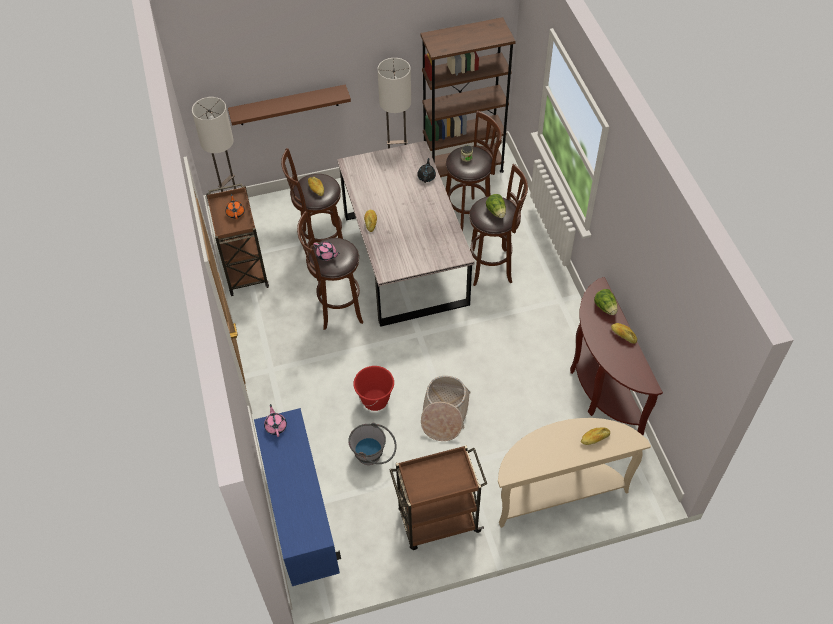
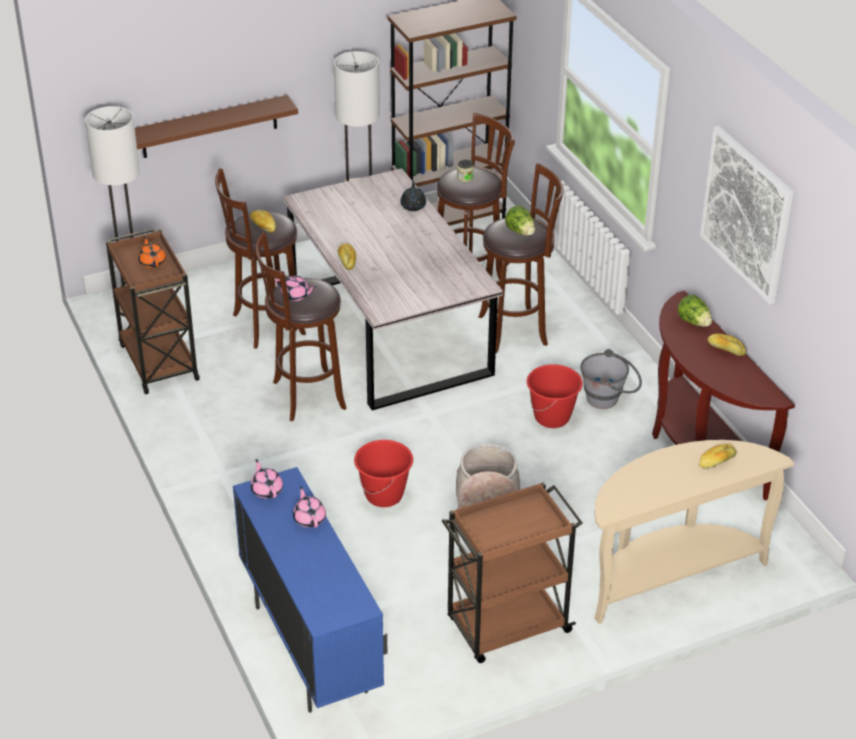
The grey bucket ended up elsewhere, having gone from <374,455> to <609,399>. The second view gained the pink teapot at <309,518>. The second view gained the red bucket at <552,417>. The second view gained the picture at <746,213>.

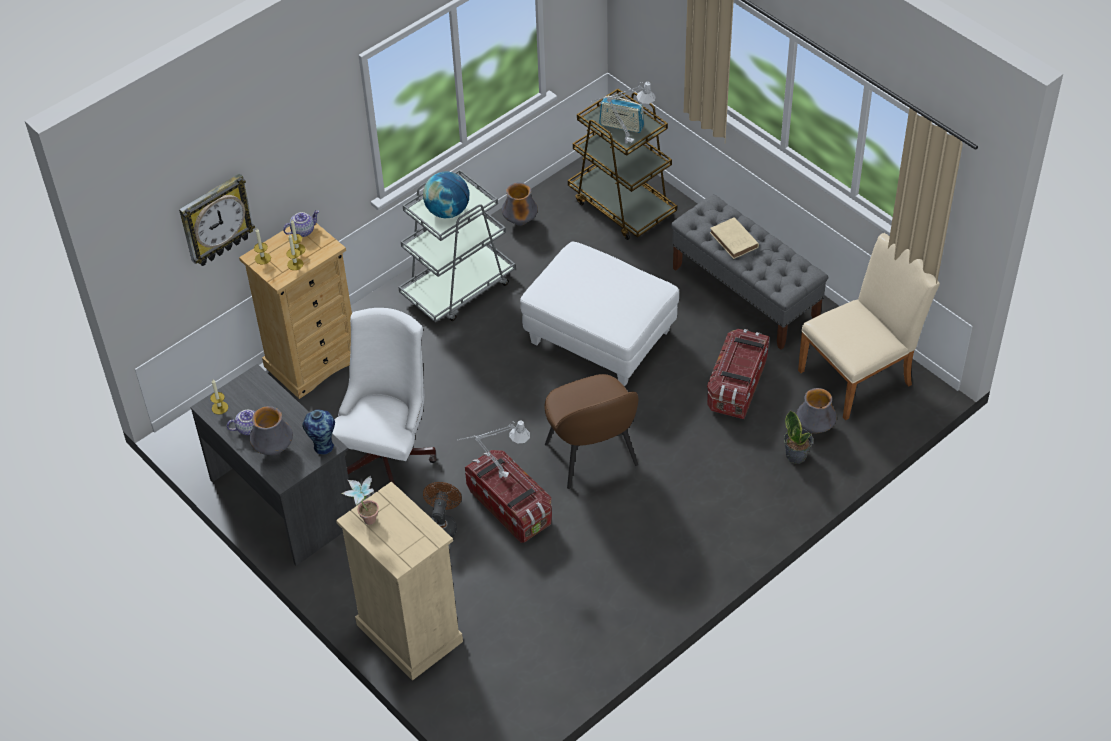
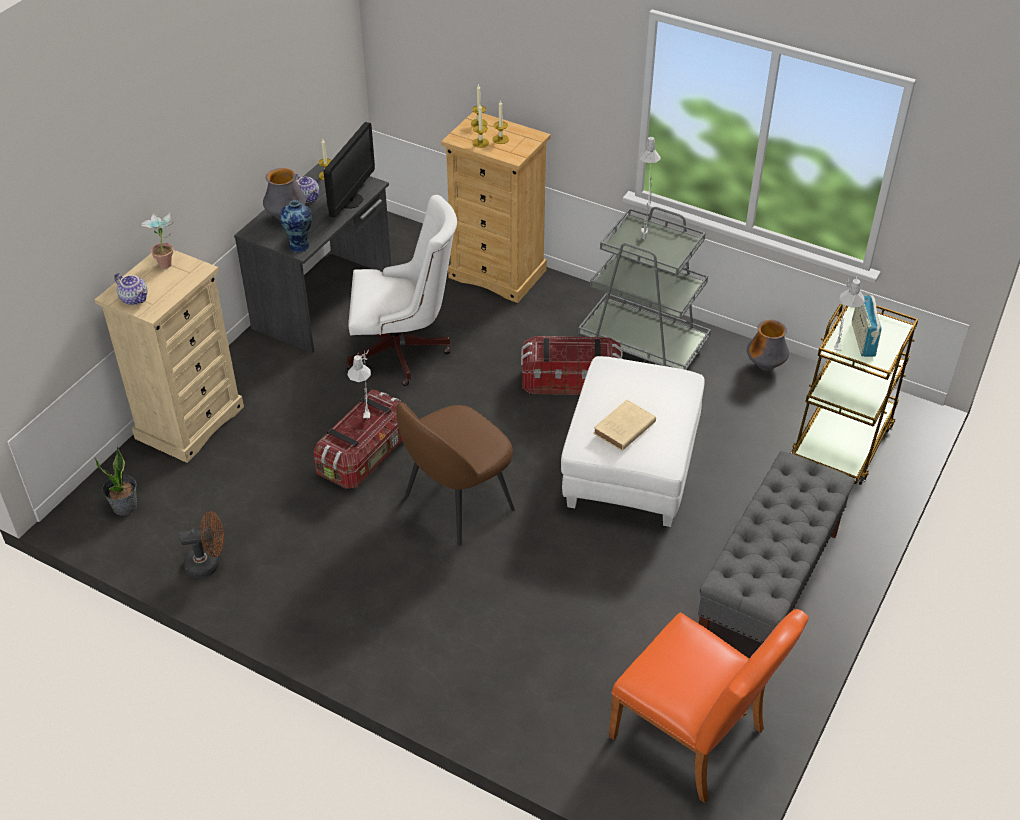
The second view lost the wall clock at <215,220>. The teapot ended up elsewhere, having gone from <303,231> to <135,298>. Where the globe stood at <447,211>, the grey table lamp came to stand at <644,243>. The brown fan ended up elsewhere, having gone from <443,525> to <208,563>. The storage box ended up elsewhere, having gone from <737,386> to <570,380>. The beige book ended up elsewhere, having gone from <734,241> to <623,429>. The potted plant ended up elsewhere, having gone from <796,455> to <125,507>. The second view lost the vase at <814,428>. What was the beige chair at <861,374> turned into the orange chair at <695,739>. The second view gained the monitor at <351,200>.

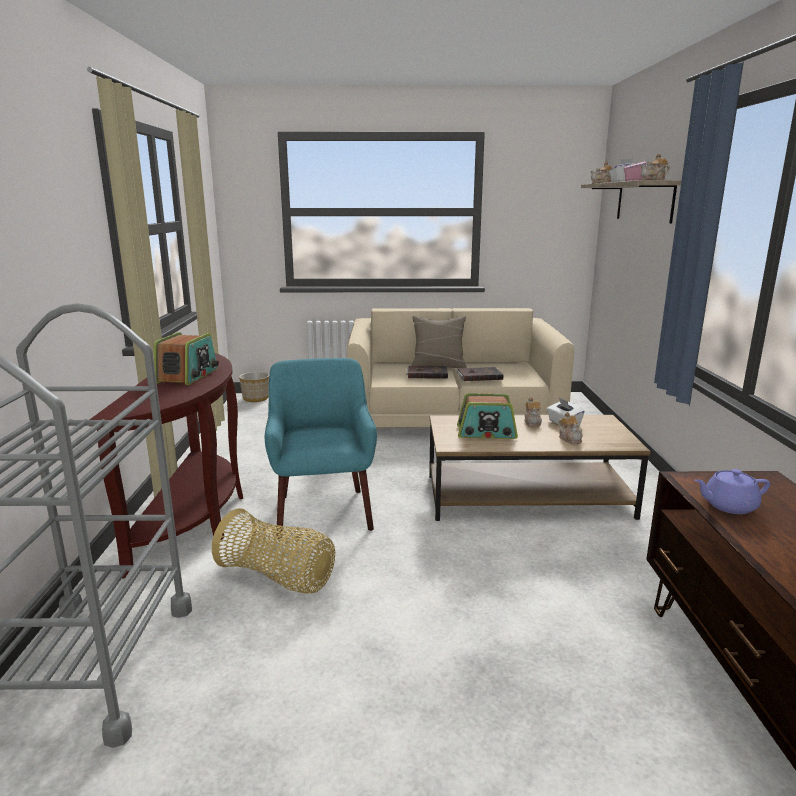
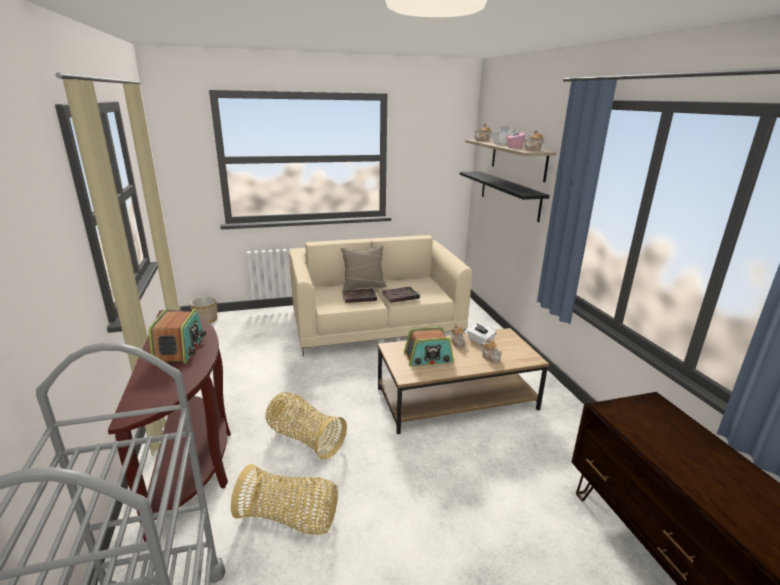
Where the turquoise armchair stood at <323,511>, the basket came to stand at <304,439>. The second view lost the purple teapot at <728,506>. The second view gained the black shelf at <509,194>.

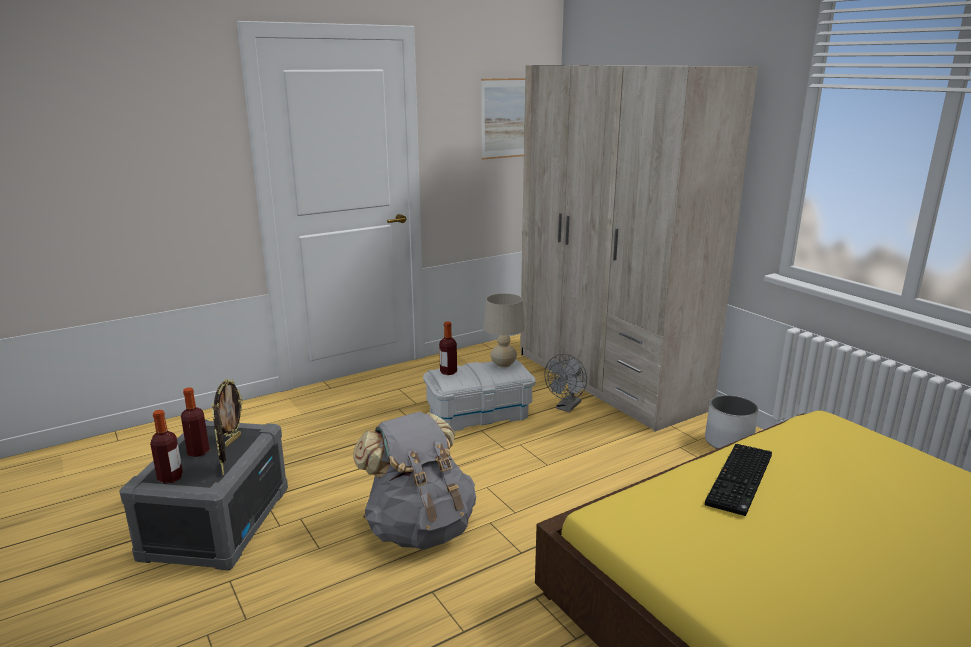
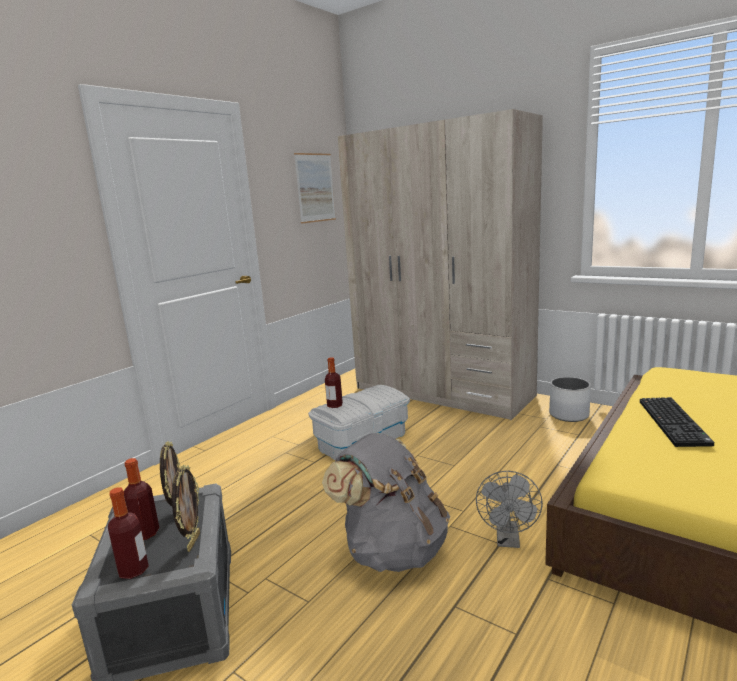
The picture frame at <224,468> ended up facing another way, 135 degrees counterclockwise from before. The second view lost the beige table lamp at <503,364>. The grey fan ended up elsewhere, having gone from <566,407> to <508,540>.

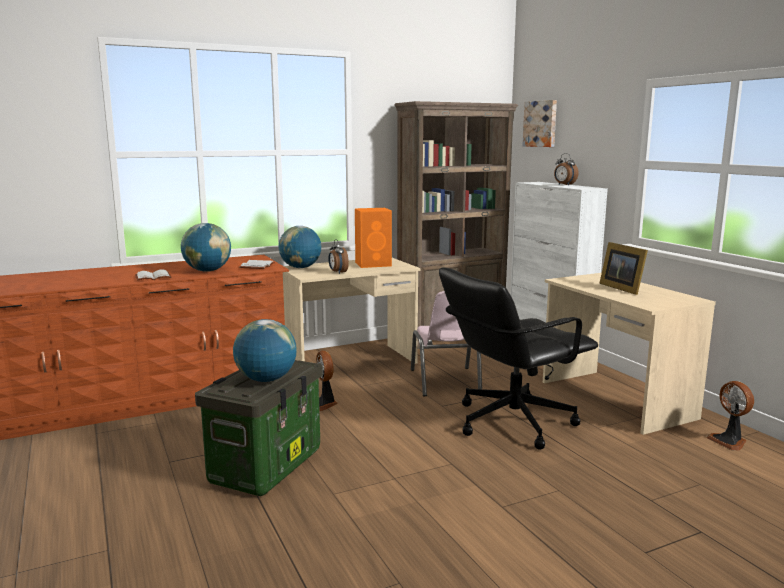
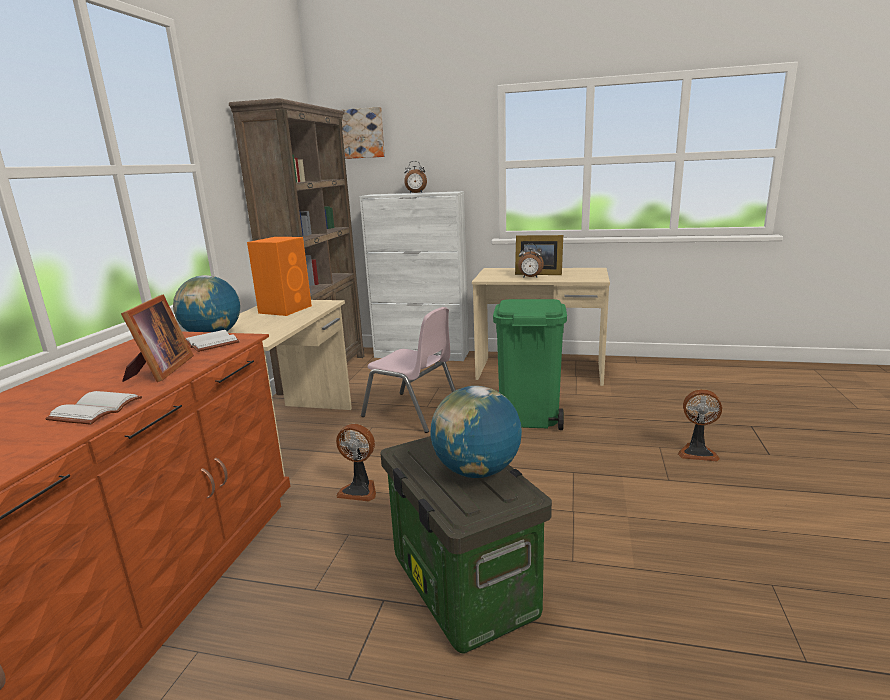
Where the globe stood at <207,271>, the picture frame came to stand at <159,370>. The alarm clock ended up elsewhere, having gone from <338,272> to <530,277>. Where the black office chair stood at <511,422>, the green trash can came to stand at <528,418>. The fan ended up elsewhere, having gone from <729,441> to <697,452>.

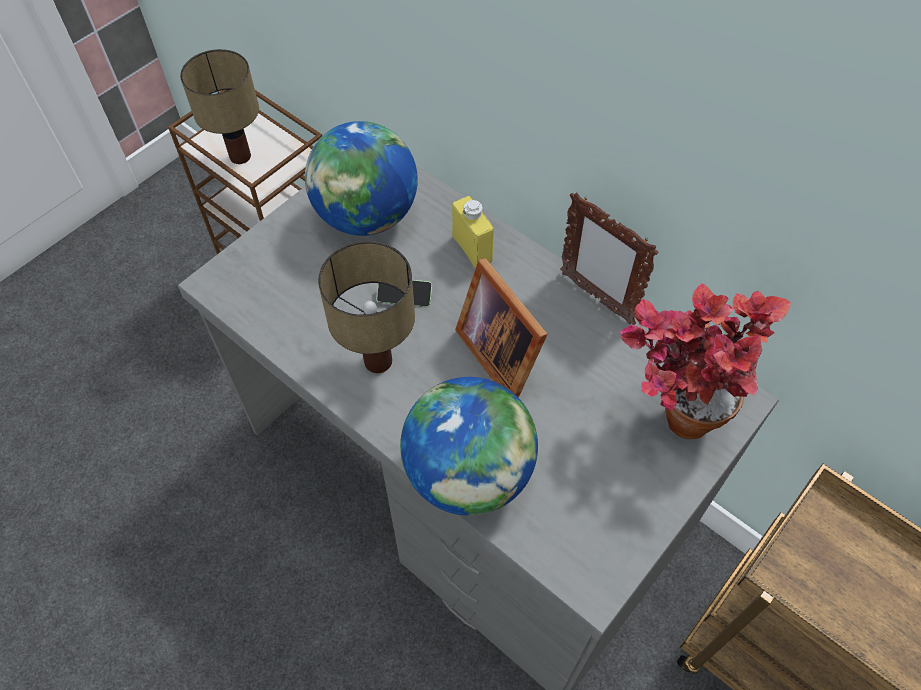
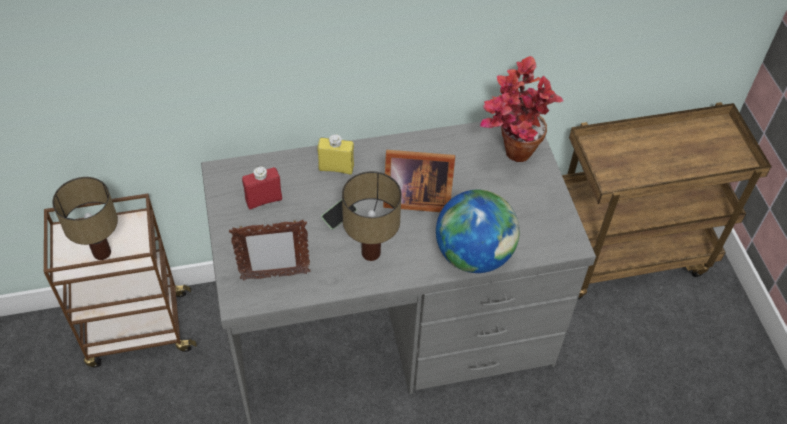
Where the globe stood at <366,216>, the red bottle came to stand at <264,200>. The picture frame ended up elsewhere, having gone from <596,297> to <274,276>.

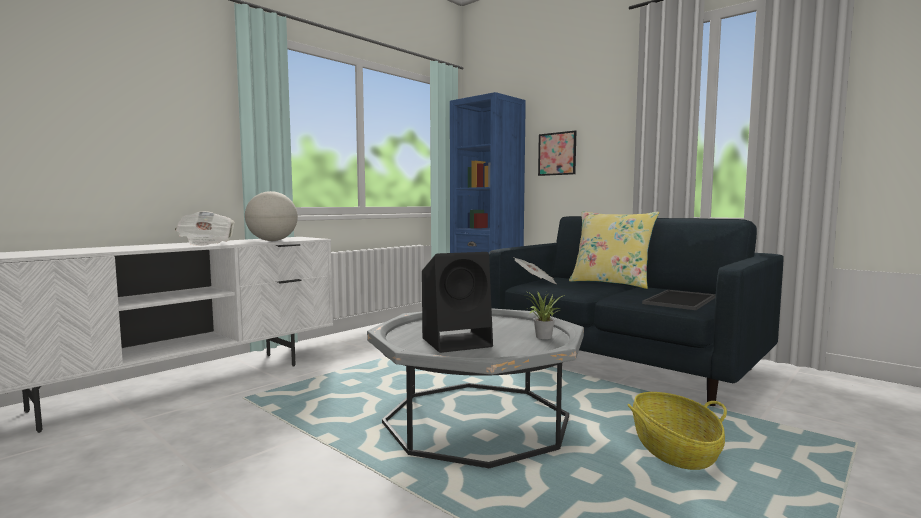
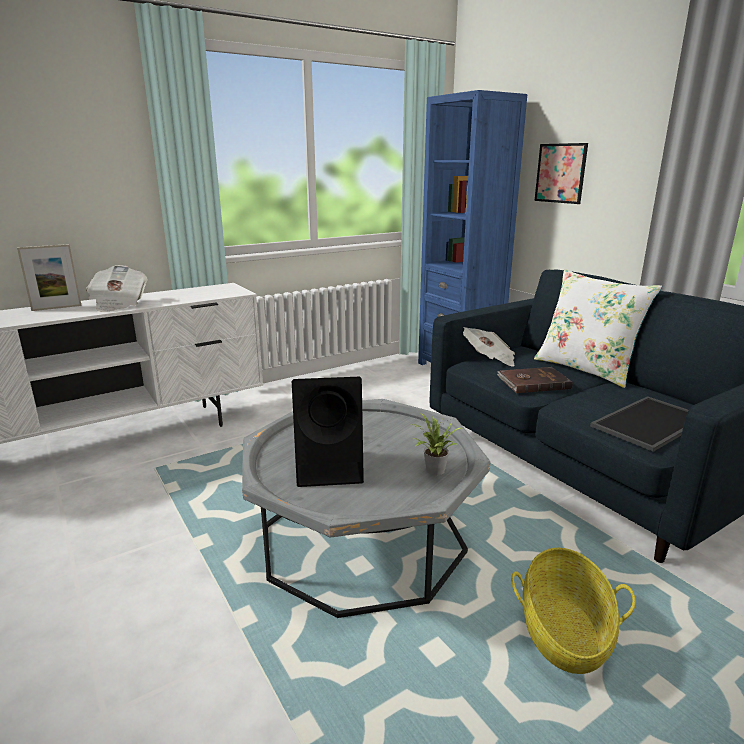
The second view lost the globe at <272,241>. What was the yellow pillow at <611,283> turned into the white pillow at <586,369>. The second view gained the picture frame at <56,308>. The second view gained the brown book at <533,382>.

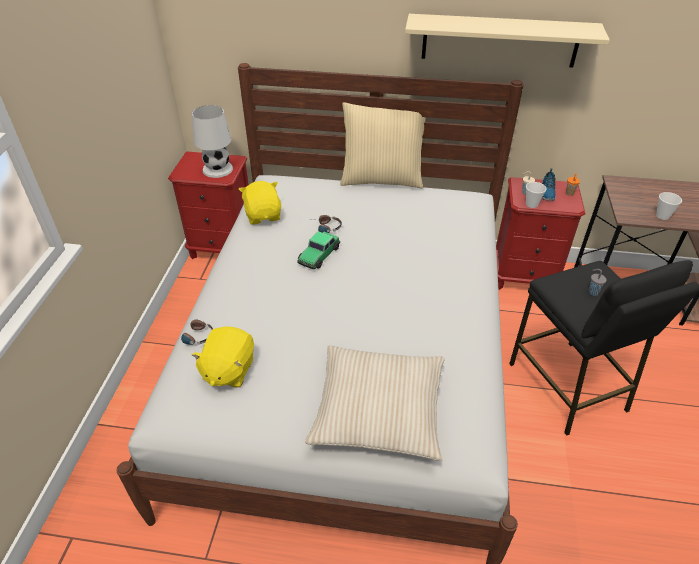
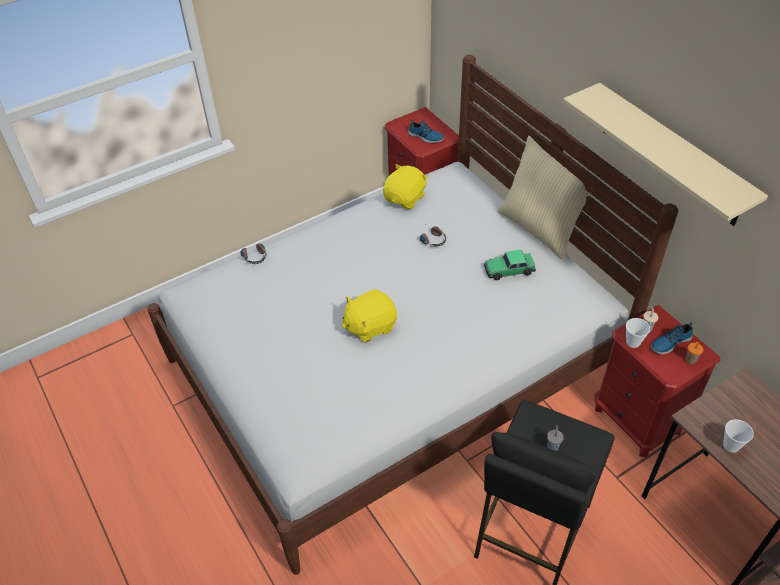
Where the white table lamp stood at <217,169>, the shoe came to stand at <425,137>. The yellow plush toy ended up elsewhere, having gone from <228,370> to <370,326>. The toy car ended up elsewhere, having gone from <319,255> to <509,270>. The second view lost the beige pillow at <378,409>.

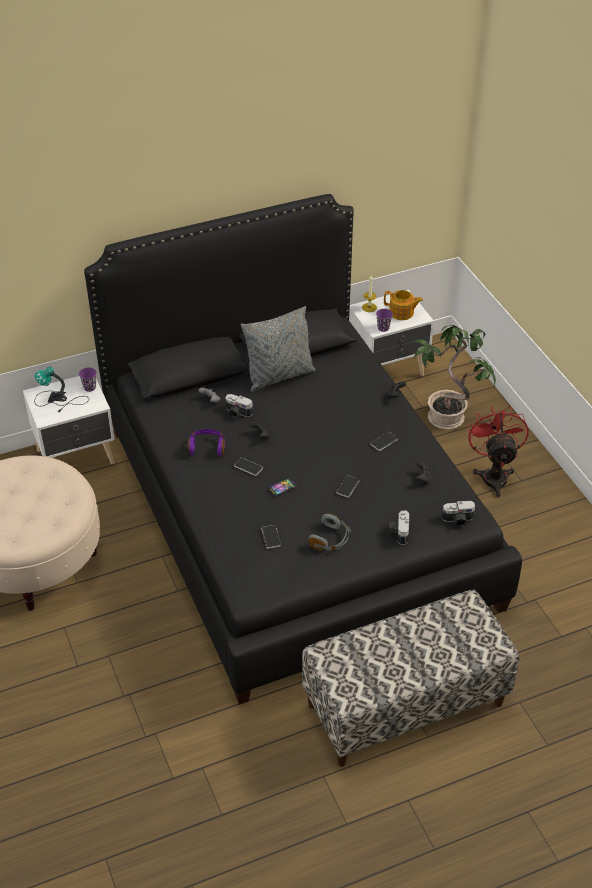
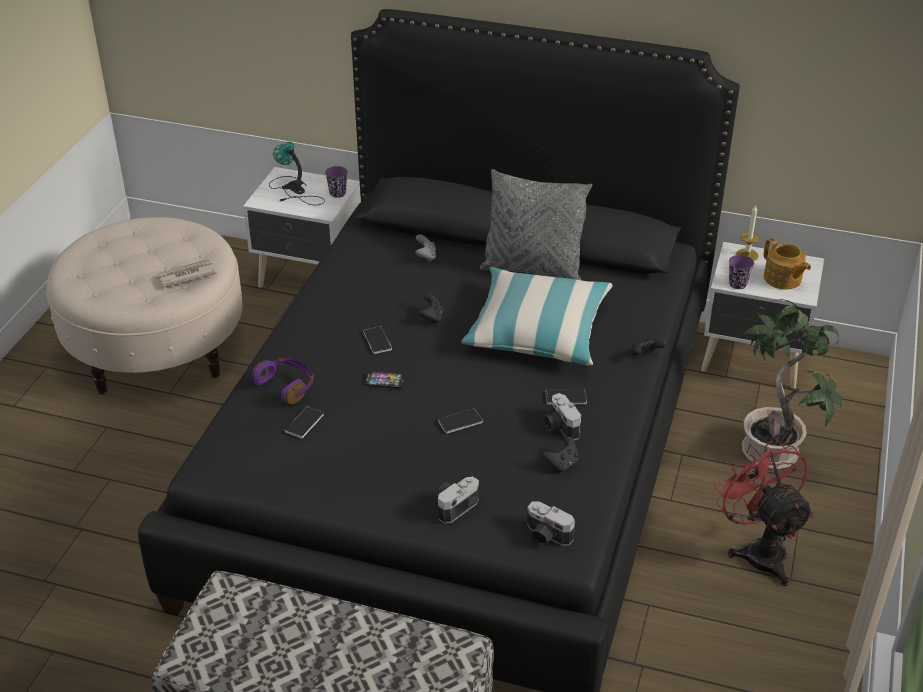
The purple headphones ended up elsewhere, having gone from <207,447> to <287,386>. The photo camera ended up elsewhere, having gone from <237,413> to <559,427>. The second view lost the grey headphones at <330,539>. The red fan at <493,474> ended up facing another way, 60 degrees counterclockwise from before. The second view gained the newspaper at <185,275>. The second view gained the pillow at <538,330>.

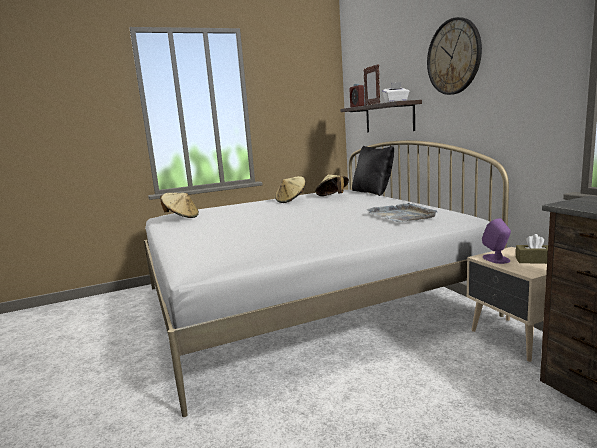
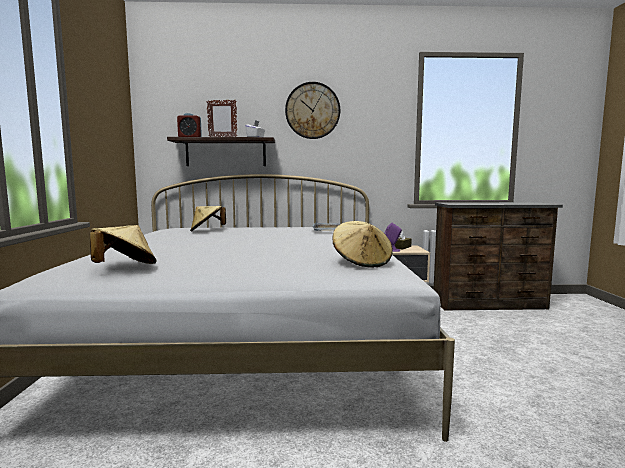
The beige hat ended up elsewhere, having gone from <291,200> to <362,262>. The second view lost the black pillow at <373,192>.

